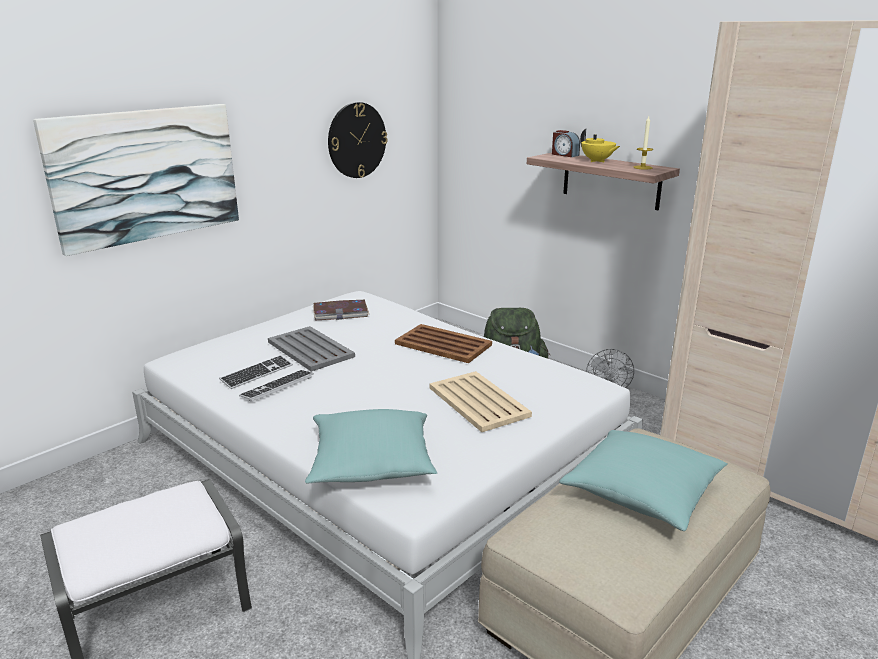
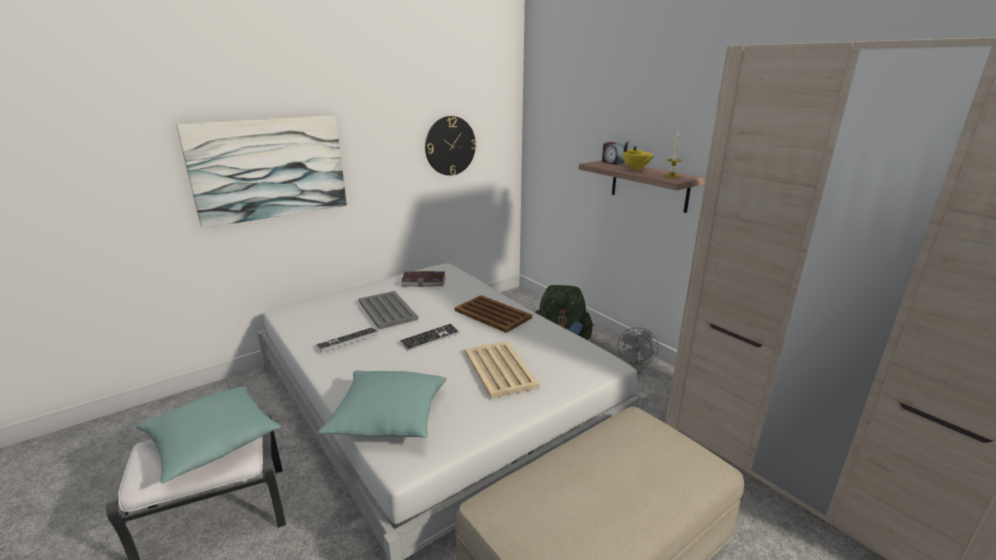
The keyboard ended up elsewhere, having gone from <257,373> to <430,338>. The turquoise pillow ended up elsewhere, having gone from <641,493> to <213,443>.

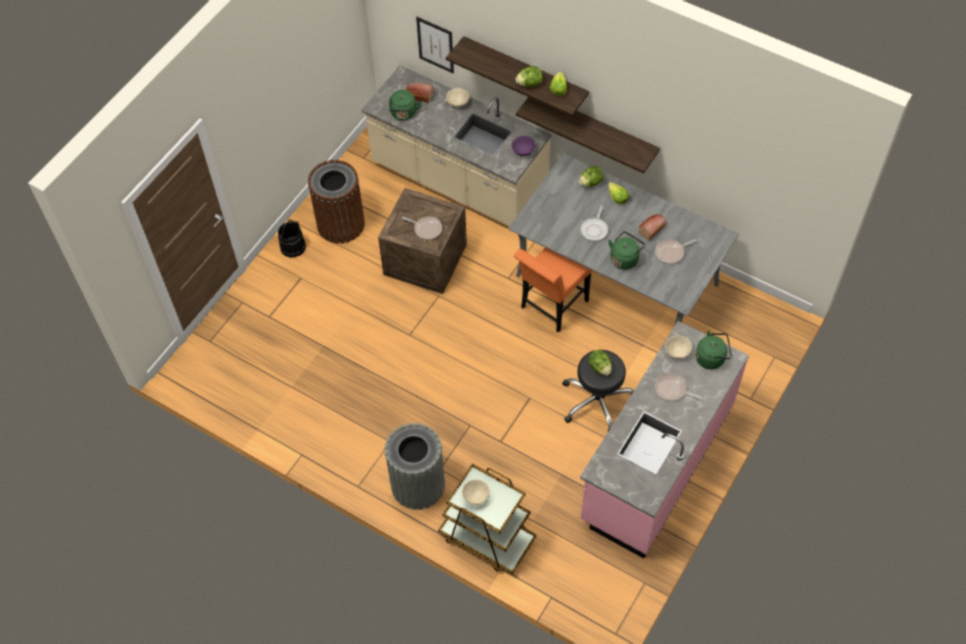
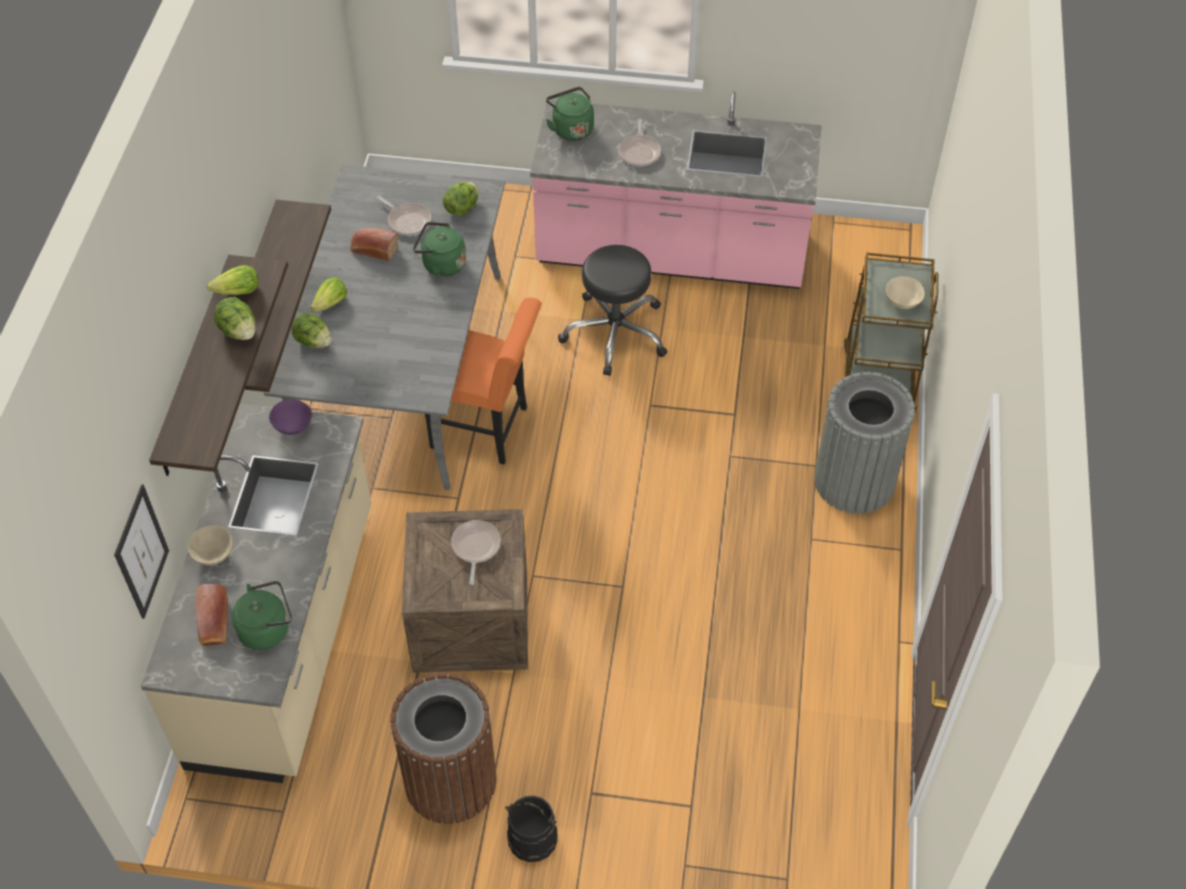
The second view lost the frying pan at <594,229>. The lettuce ended up elsewhere, having gone from <600,367> to <462,208>. The second view lost the beige bowl at <677,352>.

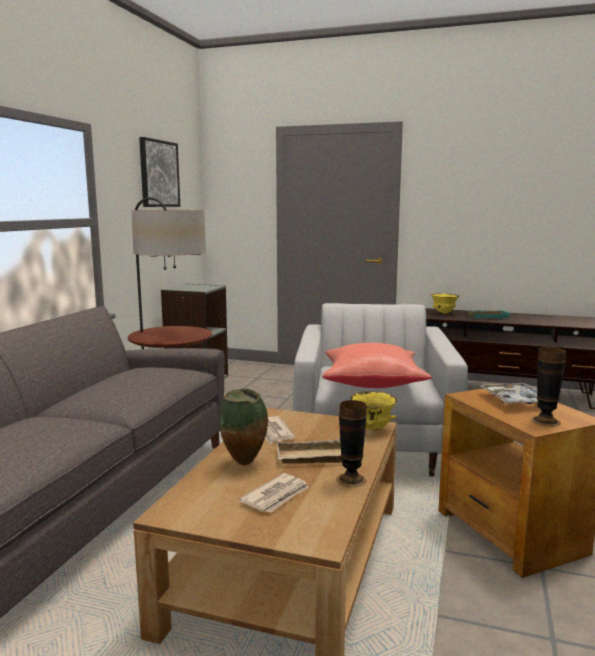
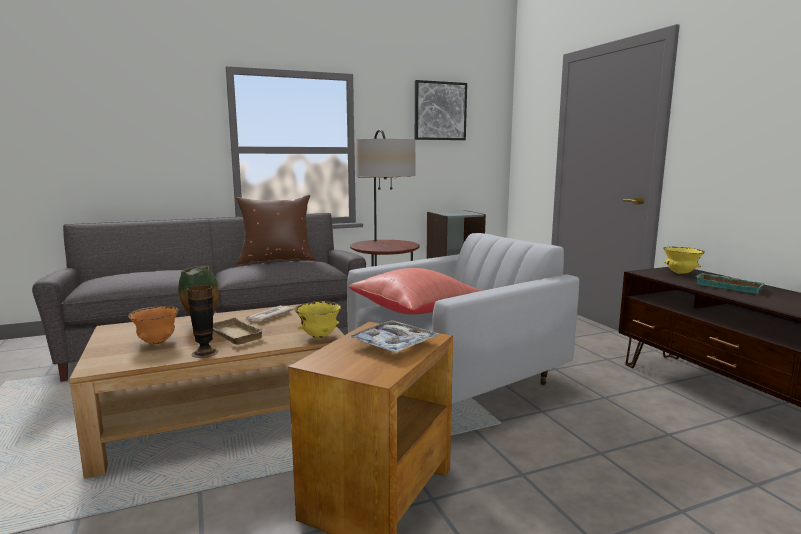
Where the newspaper stood at <276,496>, the orange bowl came to stand at <157,342>. The second view lost the vase at <545,421>. The second view gained the brown pillow at <276,260>.

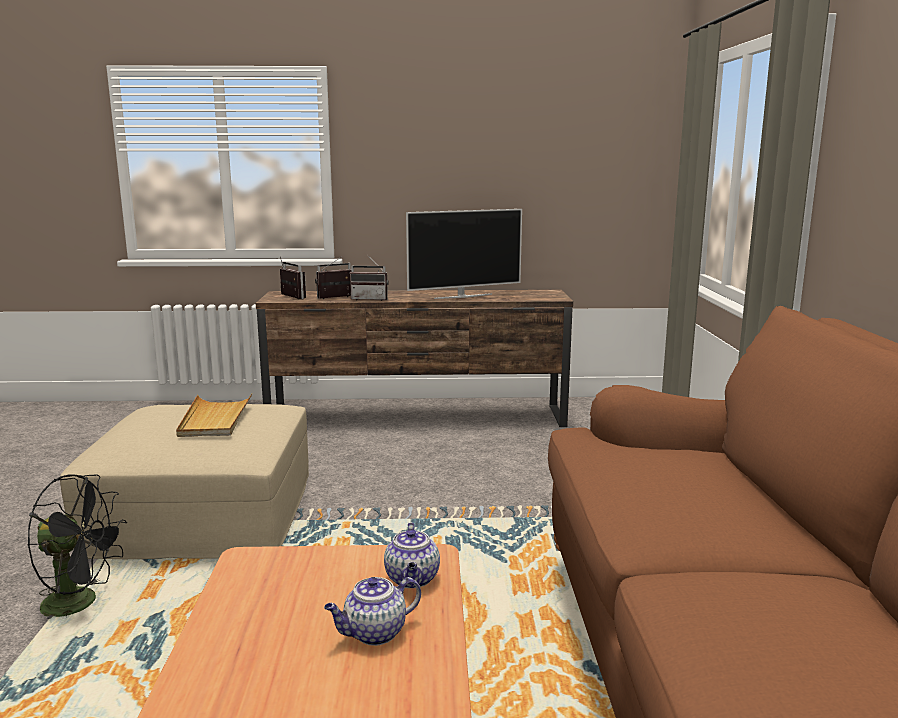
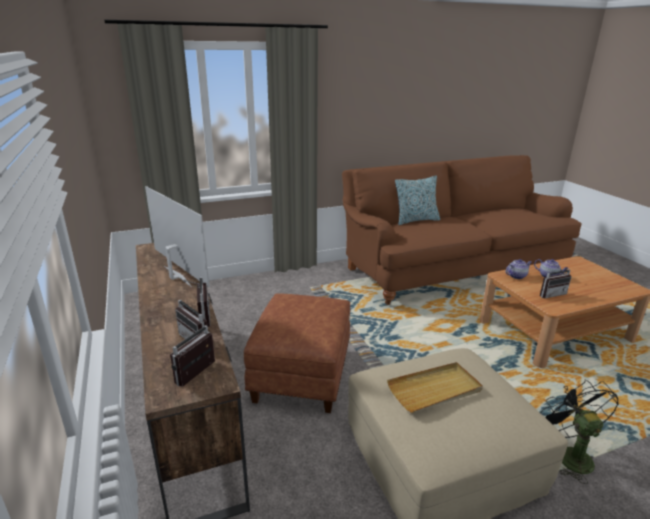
The second view gained the brown ottoman at <301,373>. The second view gained the pillow at <416,220>. The second view gained the radio at <550,294>.

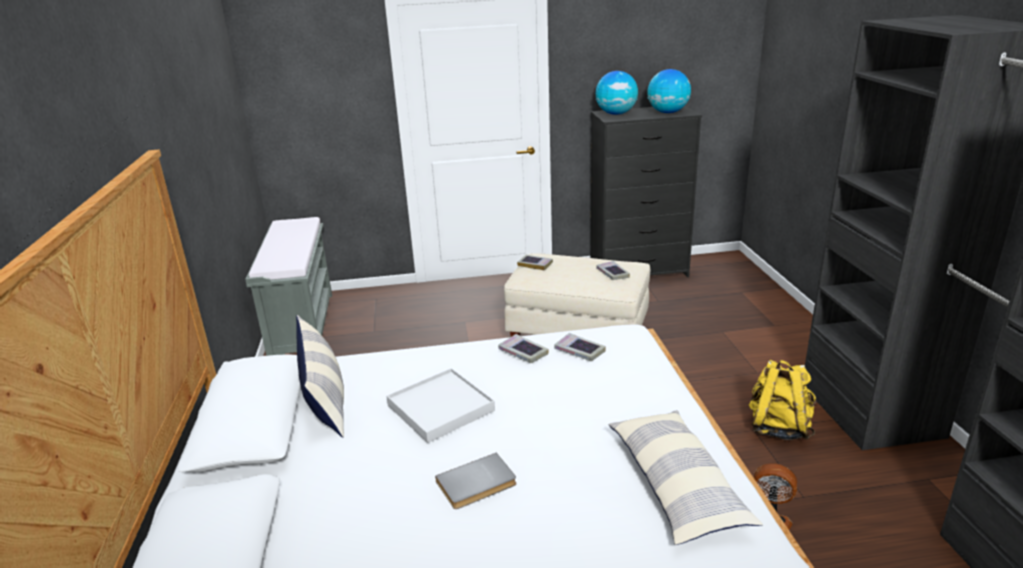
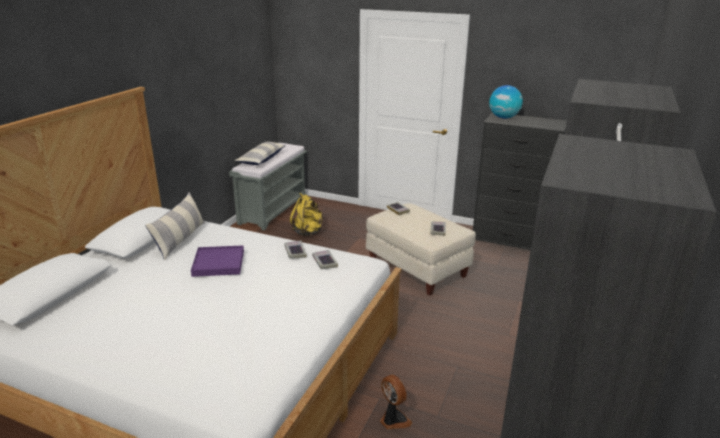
What was the white tray at <441,408> turned into the purple tray at <219,263>. The second view lost the grey book at <477,484>. The pillow ended up elsewhere, having gone from <675,485> to <261,159>. The second view lost the globe at <667,112>. The yellow backpack ended up elsewhere, having gone from <778,427> to <308,232>.

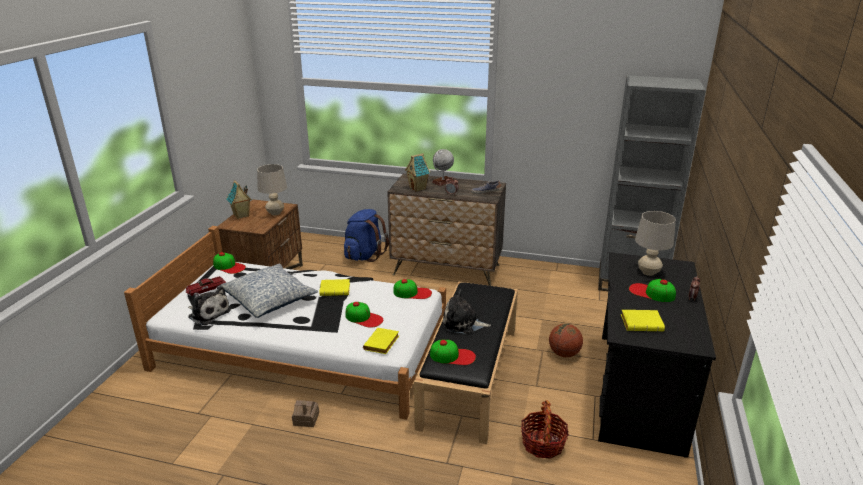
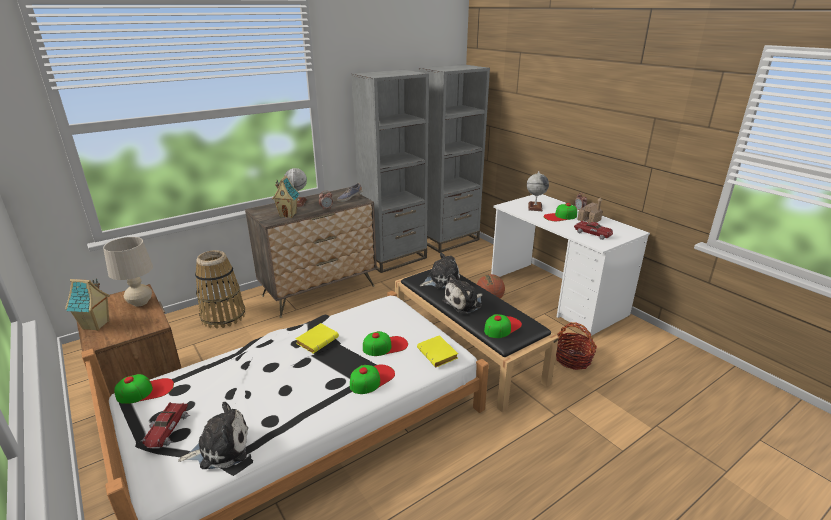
The second view lost the pillow at <270,299>. The toy house ended up elsewhere, having gone from <306,419> to <589,220>. Where the blue backpack stood at <364,255>, the basket came to stand at <223,316>. The cap ended up elsewhere, having gone from <412,292> to <372,379>. What was the black desk at <638,391> turned into the white desk at <555,296>. Where the yellow book stood at <642,323>, the toy car came to stand at <593,233>. Where the beige table lamp stood at <648,272>, the globe came to stand at <535,207>. The second view gained the grey bookcase at <394,258>. The second view gained the plush toy at <441,280>.

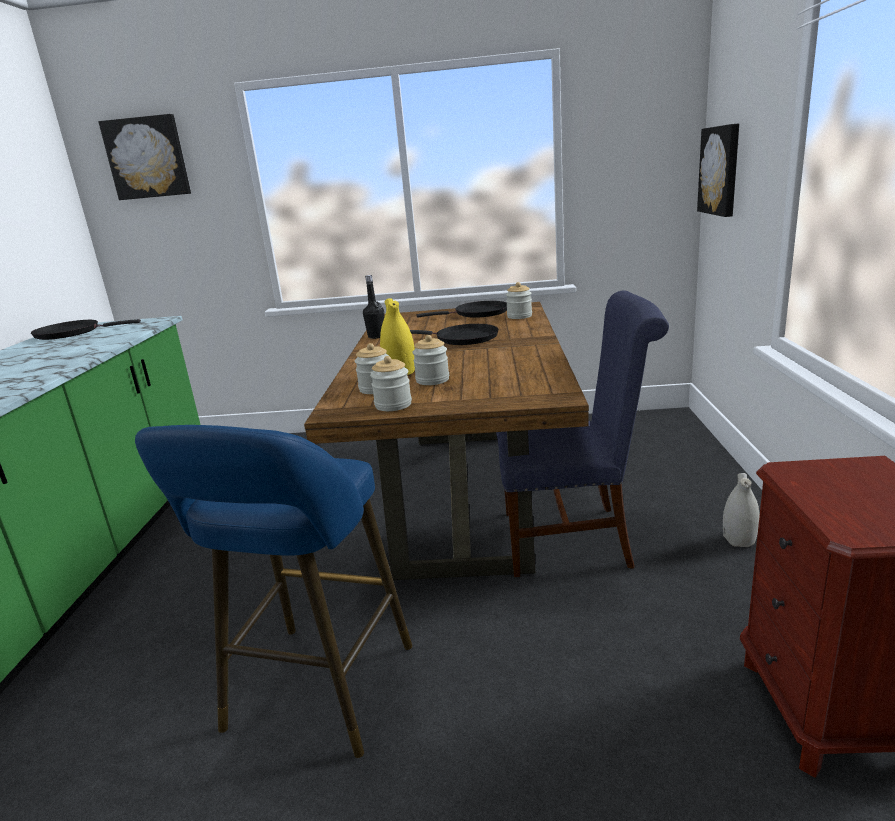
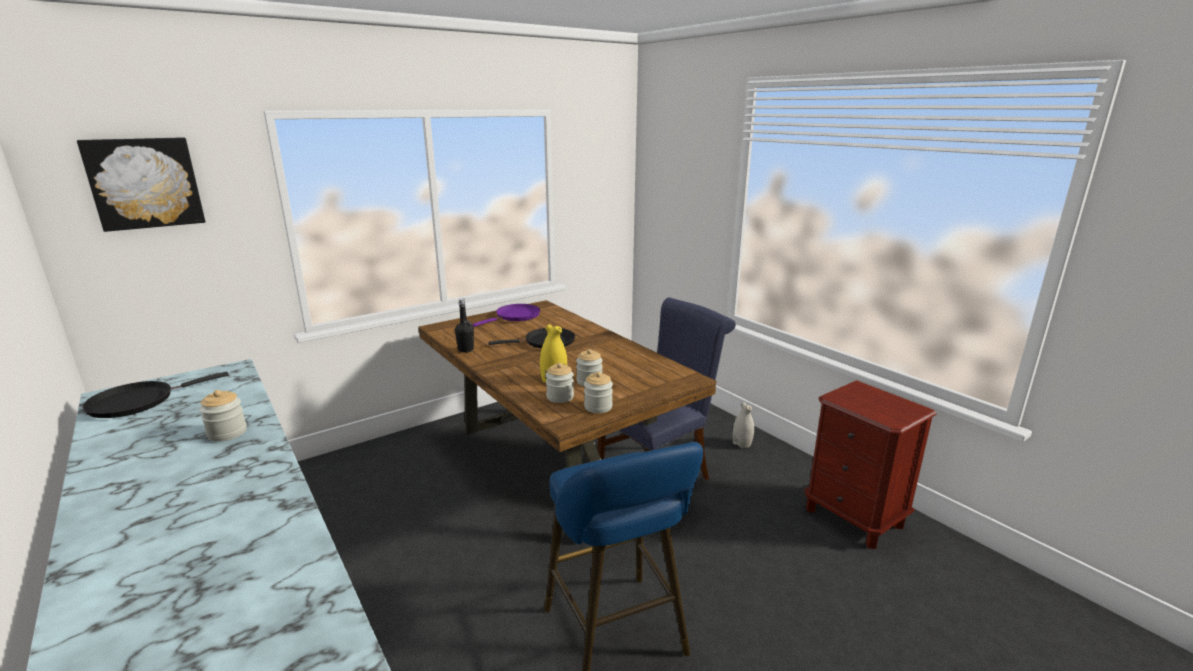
What was the black frying pan at <478,313> turned into the purple frying pan at <515,316>. The jar ended up elsewhere, having gone from <519,316> to <227,433>. The second view lost the picture at <721,170>.

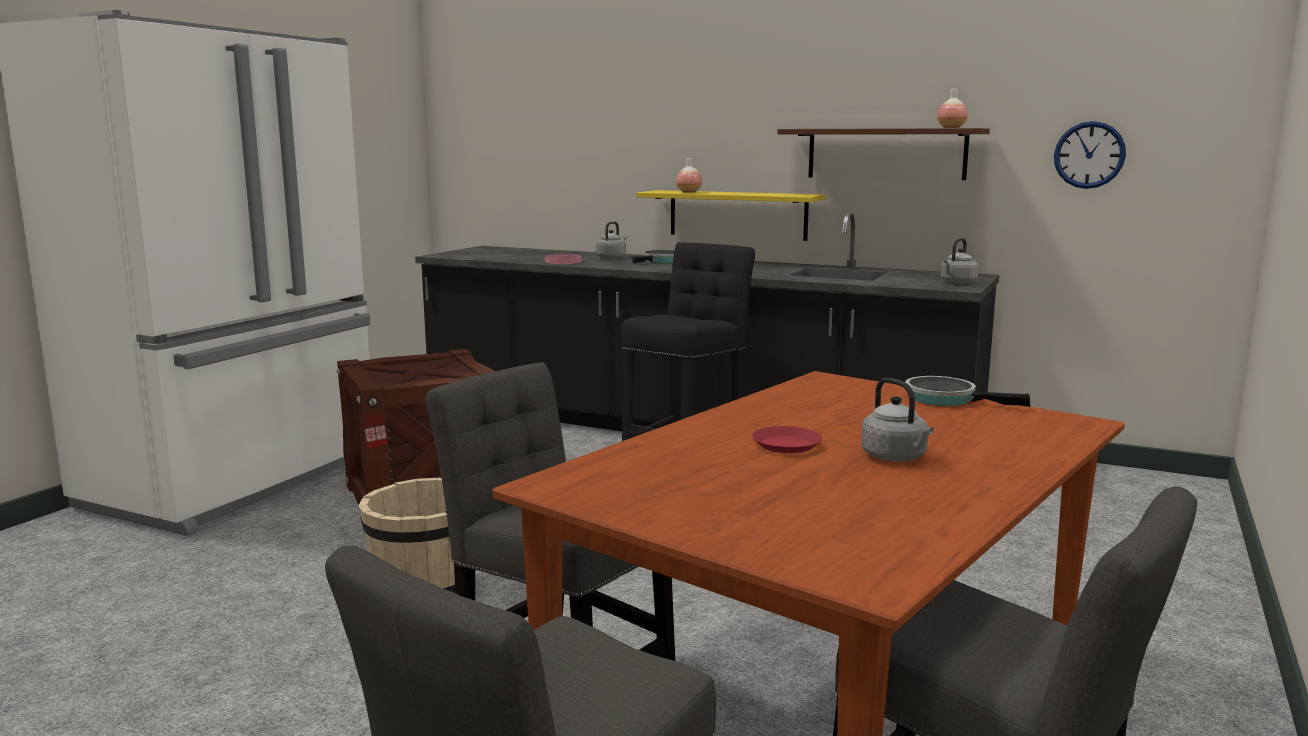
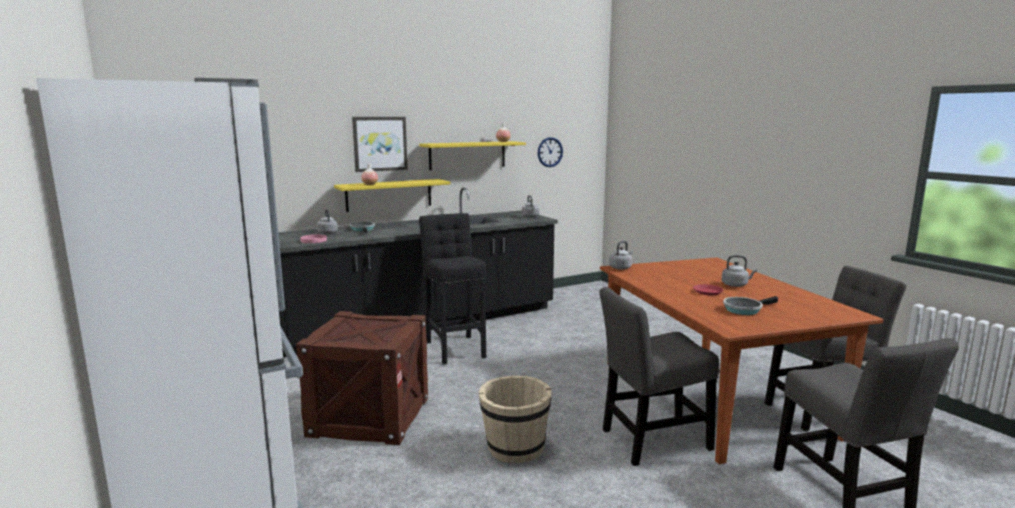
What was the brown shelf at <886,154> turned into the yellow shelf at <467,155>. The frying pan ended up elsewhere, having gone from <946,399> to <744,309>. The second view gained the picture at <380,143>. The second view gained the grey kettle at <621,267>.

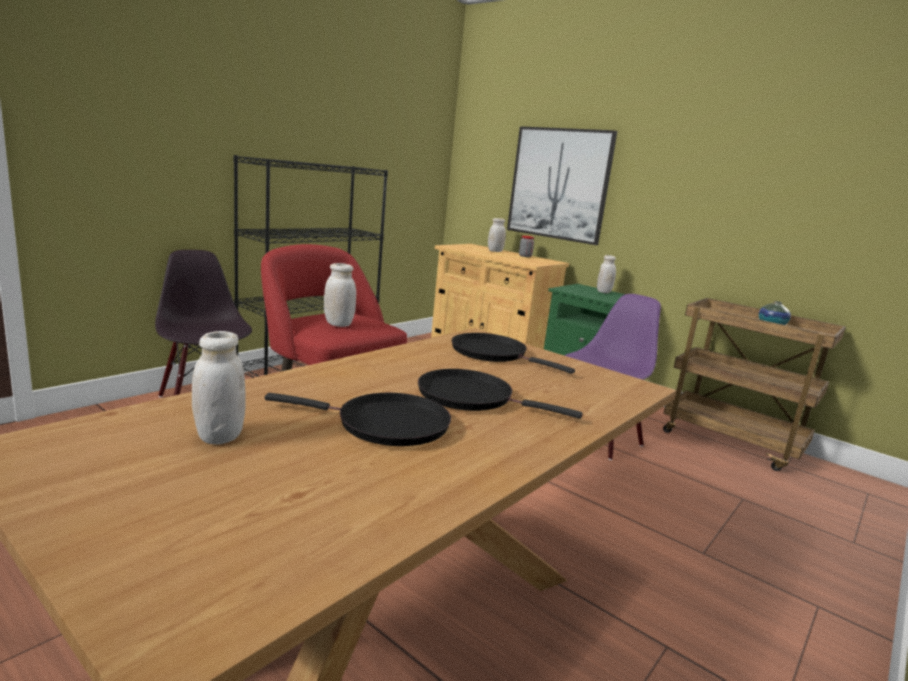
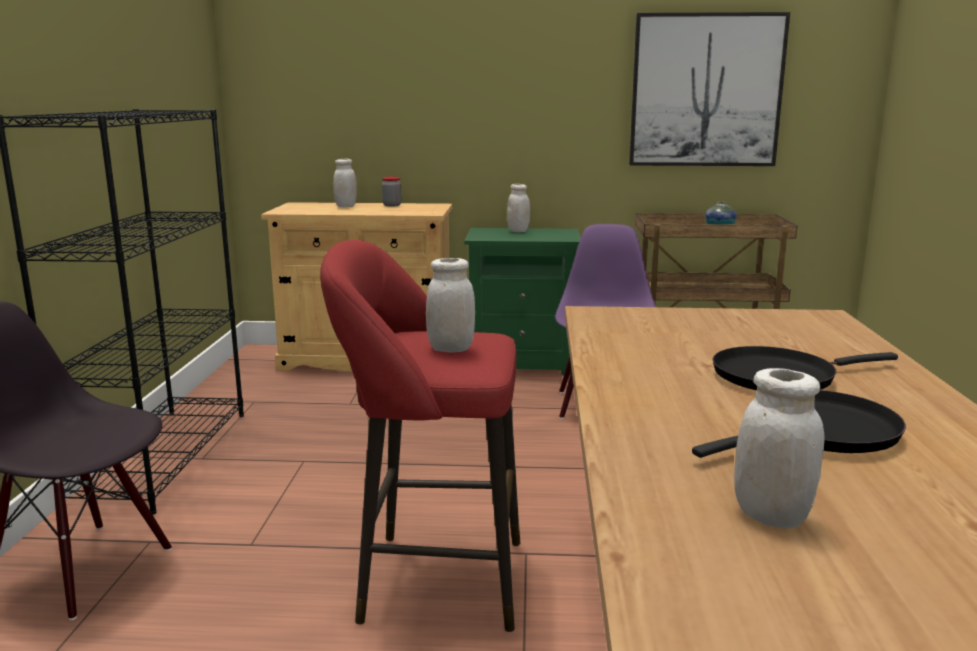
The second view lost the black frying pan at <493,354>. The picture ended up elsewhere, having gone from <559,184> to <706,91>.

